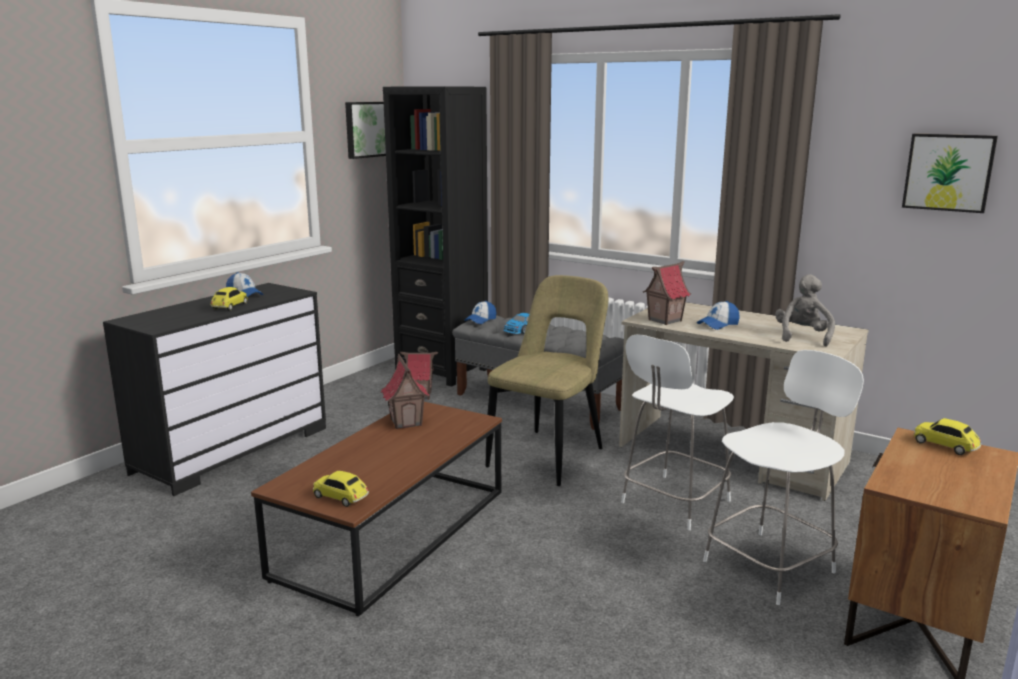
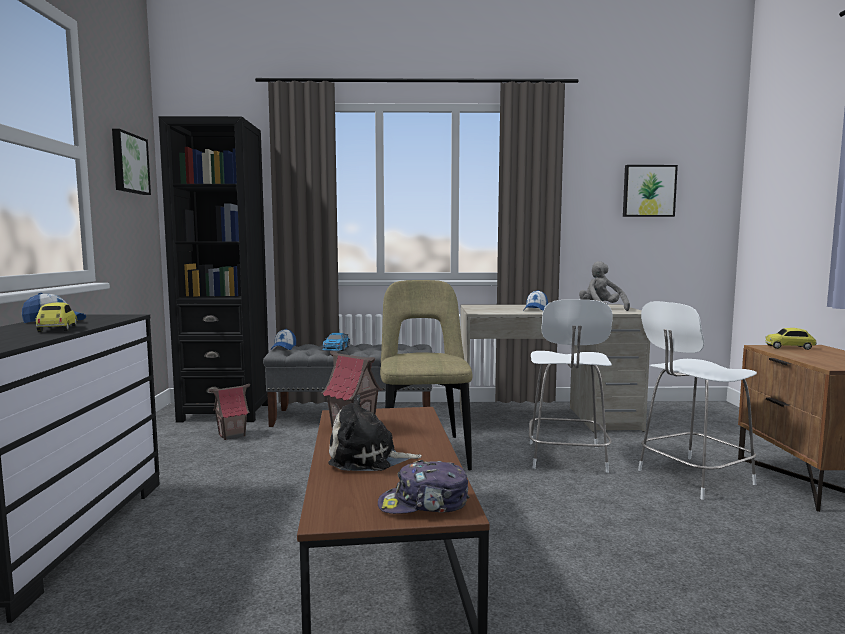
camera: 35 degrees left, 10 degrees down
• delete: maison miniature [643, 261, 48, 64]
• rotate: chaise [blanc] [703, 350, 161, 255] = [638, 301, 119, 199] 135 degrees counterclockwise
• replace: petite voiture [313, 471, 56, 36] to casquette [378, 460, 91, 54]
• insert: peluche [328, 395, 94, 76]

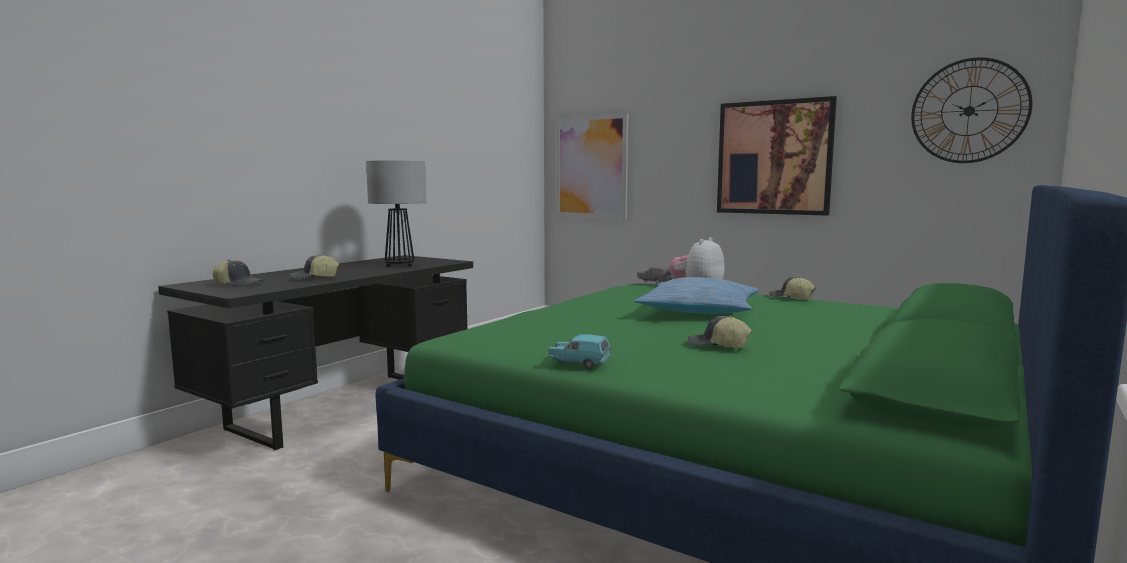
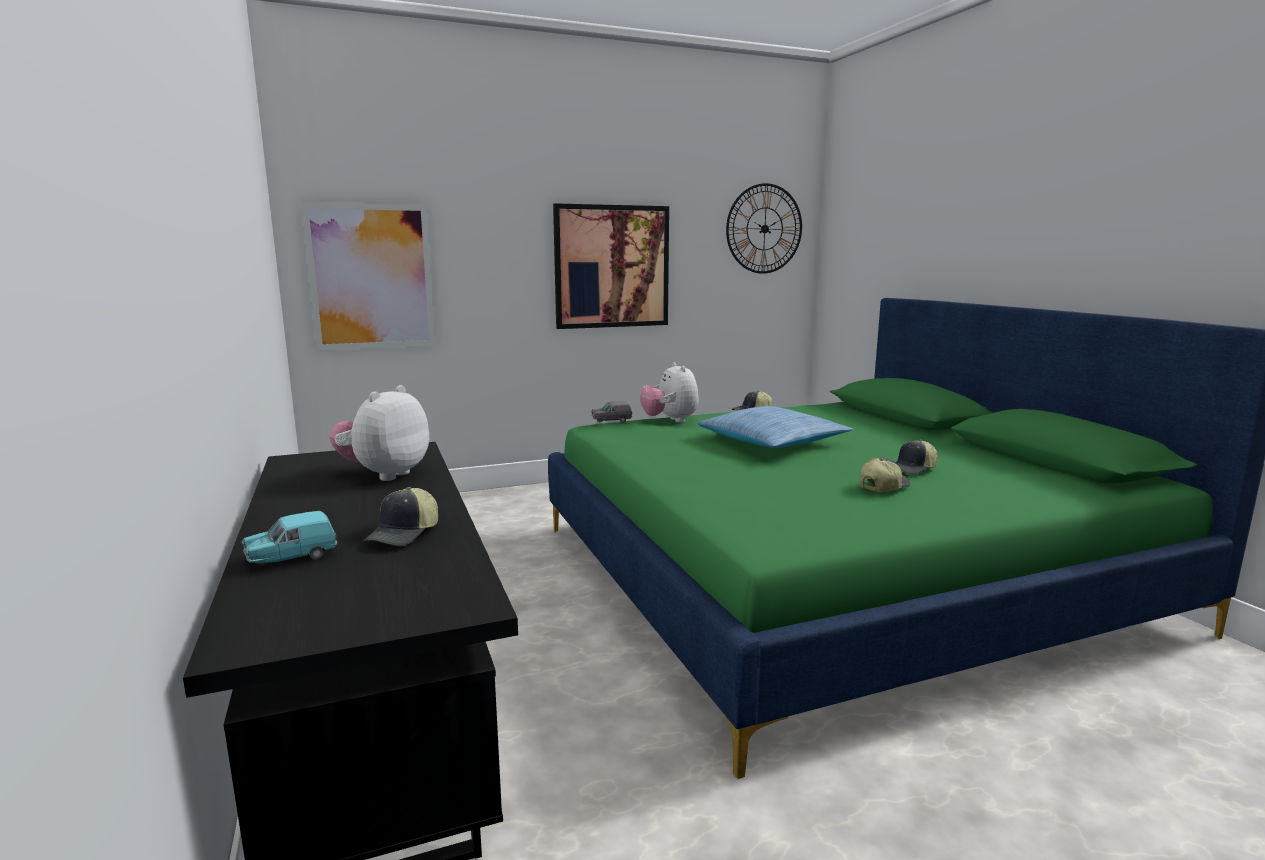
camera: 55 degrees left, 5 degrees up
• replace: lampe de table [366, 160, 60, 107] to peluche [329, 385, 100, 96]
• move: casquette [213, 260, 50, 27] to [860, 458, 50, 34]
• move: petite voiture [turquoise] [548, 334, 63, 35] to [242, 511, 95, 54]

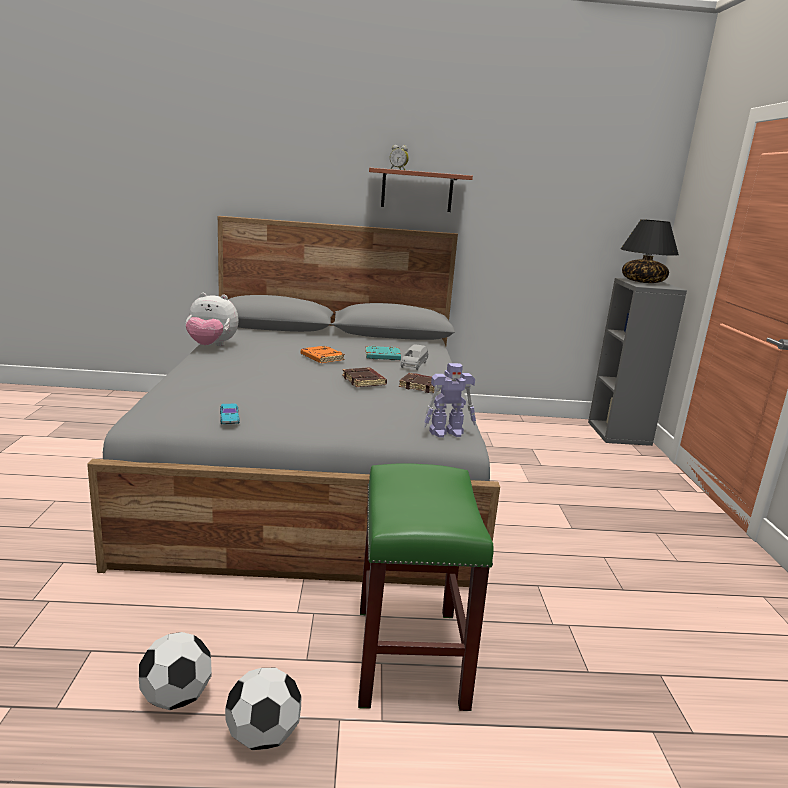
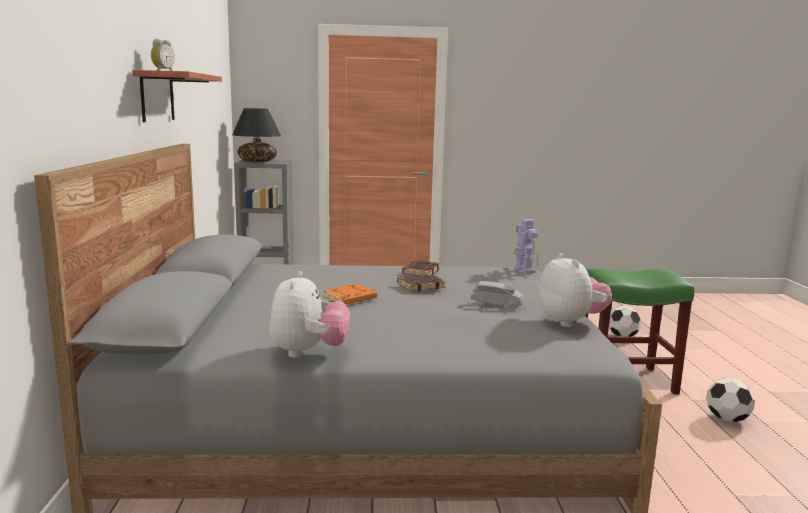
camera: 90 degrees left, 5 degrees down
• move: petite voiture [gris] [401, 344, 27, 26] to [471, 281, 53, 28]
• delete: livre [turquoise] [365, 346, 36, 14]
• replace: petite voiture [turquoise] [220, 404, 20, 20] to peluche [538, 253, 74, 74]
• move: ballon de foot [139, 632, 73, 78] to [609, 306, 32, 31]

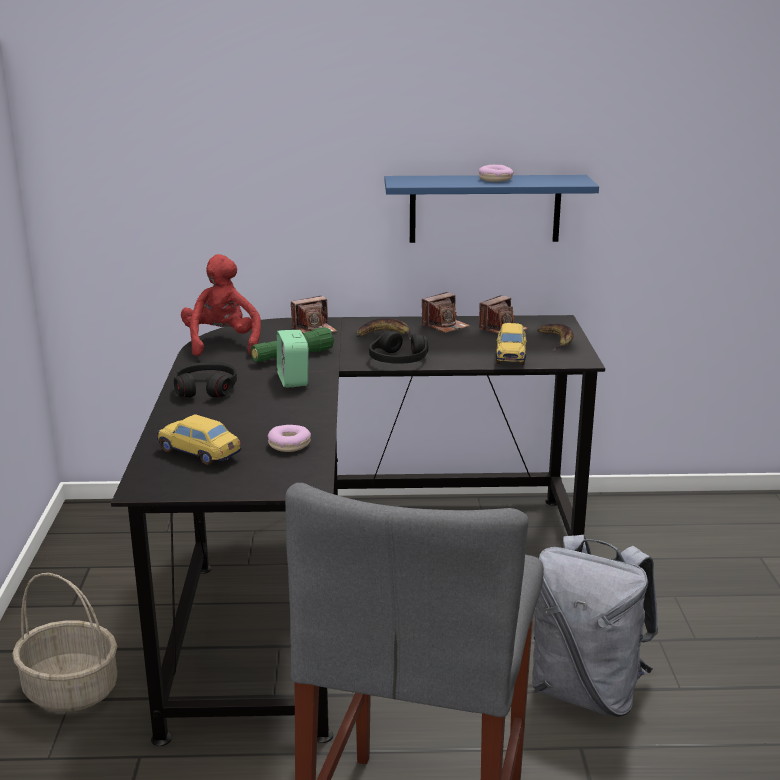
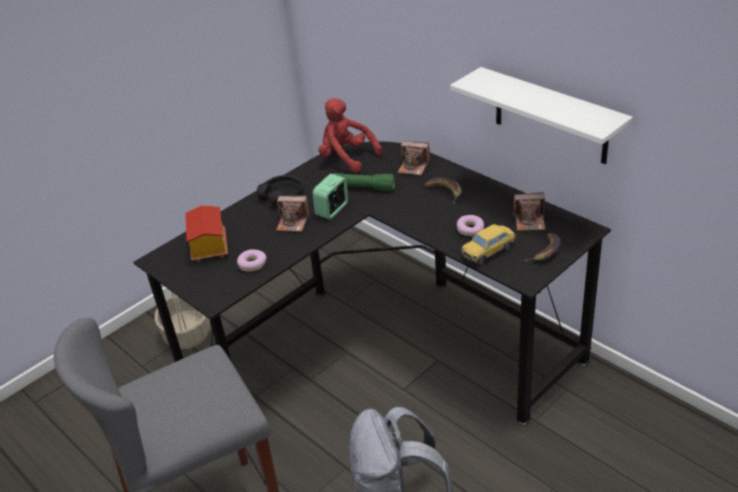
camera: 50 degrees right, 15 degrees up
• move: beignet [479, 165, 34, 17] to [457, 215, 27, 21]
• recolor: étagère [bleu] [385, 175, 214, 68] to étagère [blanc] [450, 67, 183, 97]
• rotate: peluche [rouge] [181, 254, 80, 102] = [319, 98, 64, 75] 90 degrees counterclockwise
• move: appareil photo [422, 292, 48, 41] to [276, 195, 34, 37]
• delete: casque audio [noir] [369, 331, 59, 33]
• replace: petite voiture [157, 414, 84, 51] to maison miniature [185, 205, 43, 57]

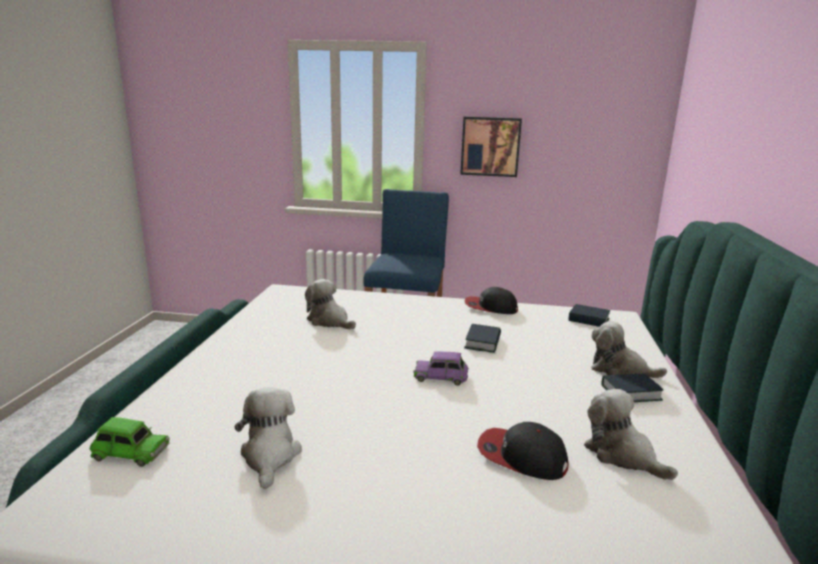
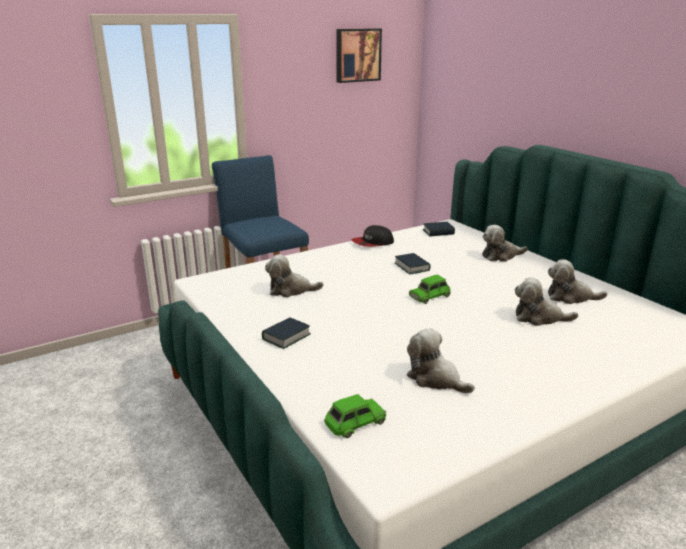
camera: 40 degrees left, 5 degrees up
• move: tableau [460, 117, 62, 60] to [336, 28, 46, 55]
• recolor: petite voiture [violet] [413, 351, 56, 35] to petite voiture [vert] [409, 275, 42, 29]
• move: livre [602, 373, 62, 29] to [262, 317, 49, 32]
• replace: casquette [477, 422, 91, 58] to peluche [514, 277, 64, 49]

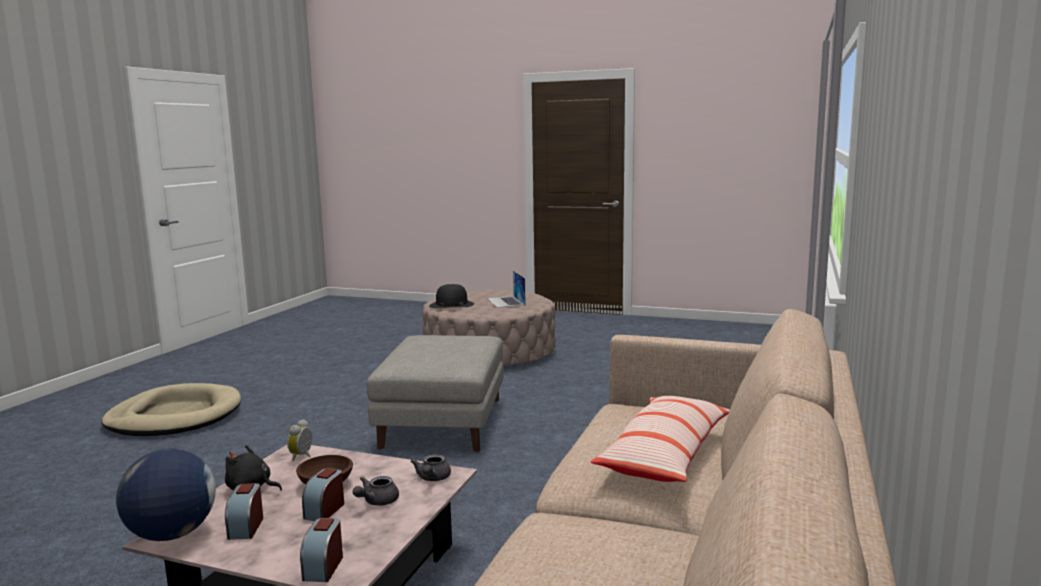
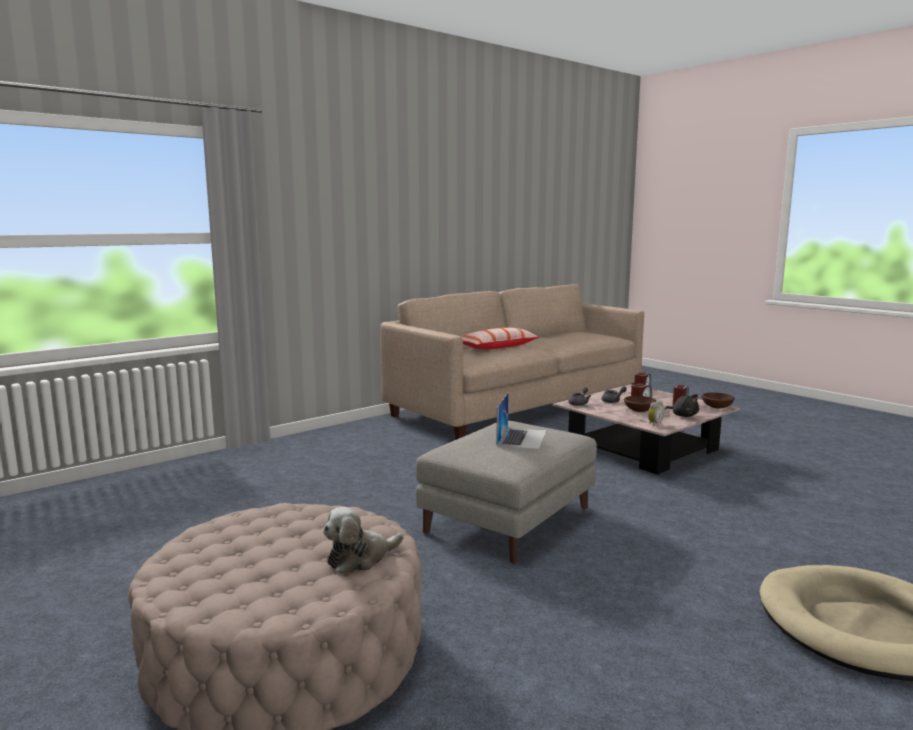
camera: 150 degrees left, 0 degrees up
• move: ordinateur portable [487, 271, 39, 37] to [496, 392, 51, 58]
• replace: chapeau [noir] [429, 284, 45, 24] to peluche [323, 507, 81, 67]
• replace: globe [116, 448, 100, 93] to bol [marron] [702, 392, 33, 17]

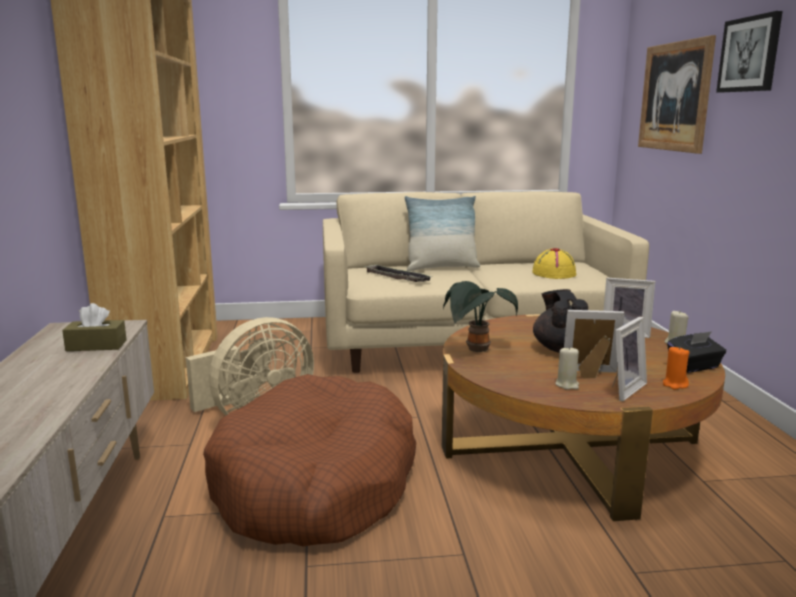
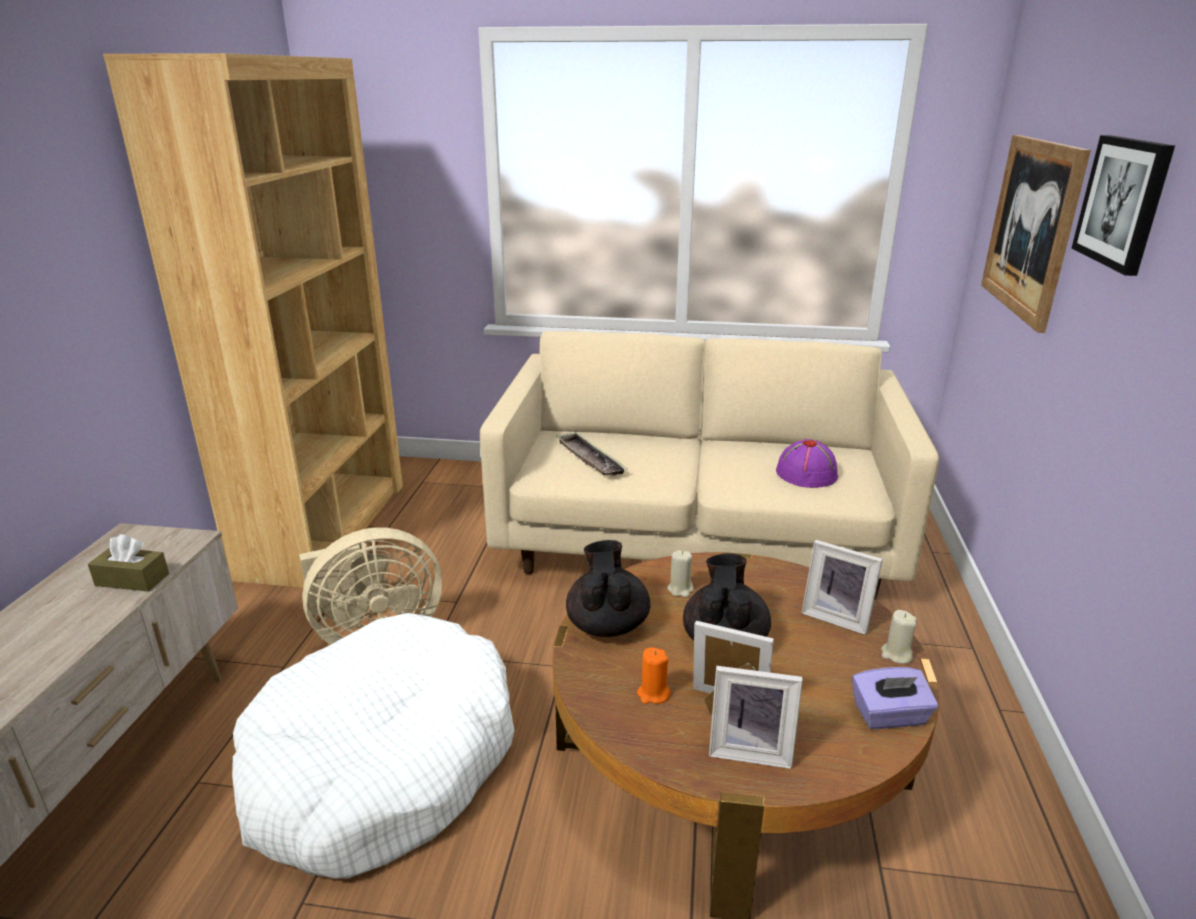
camera: 15 degrees right, 10 degrees up
• delete: coussin [404, 196, 76, 75]
• recolor: chapeau [jaune] [532, 248, 45, 31] to chapeau [violet] [776, 439, 62, 49]
• replace: plante en pot [443, 281, 75, 71] to théière [noir] [566, 540, 84, 97]
• rotate: cadre photo [612, 316, 35, 85] = [709, 666, 94, 103] 45 degrees clockwise
• recolor: boîte à mouchoirs [noir] [667, 331, 59, 42] to boîte à mouchoirs [violet] [852, 667, 86, 62]
• move: bougie [beige] [555, 346, 24, 44] to [667, 550, 27, 47]
• move: bougie [orange] [663, 346, 26, 44] to [637, 648, 34, 56]
• recolor: panier pour chien [marron] [203, 374, 213, 172] to panier pour chien [blanc] [232, 613, 282, 266]

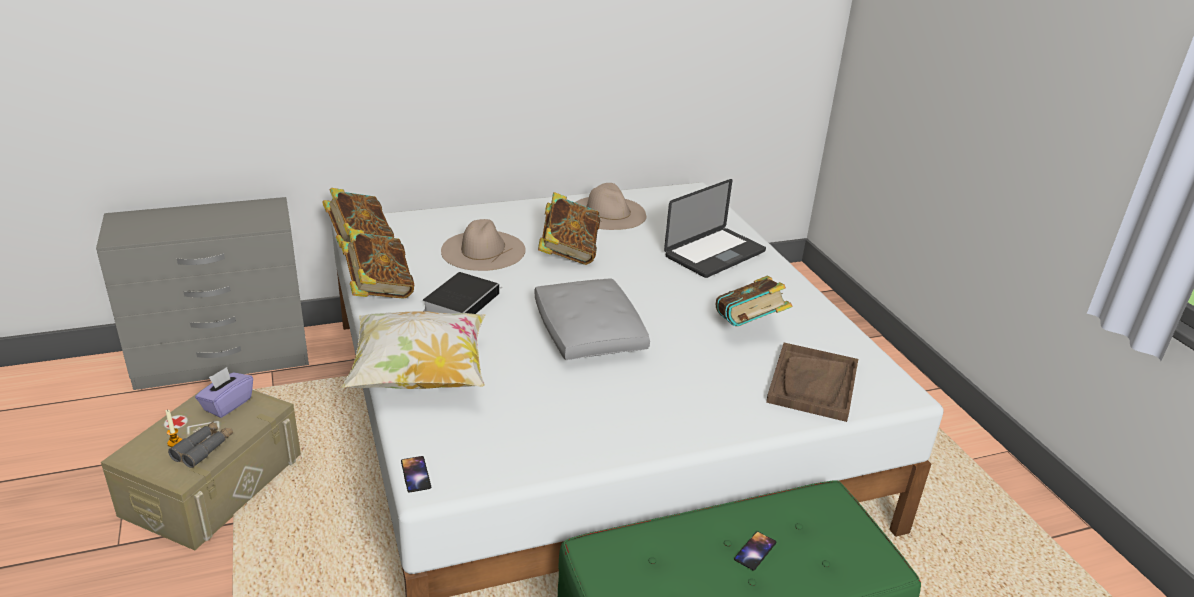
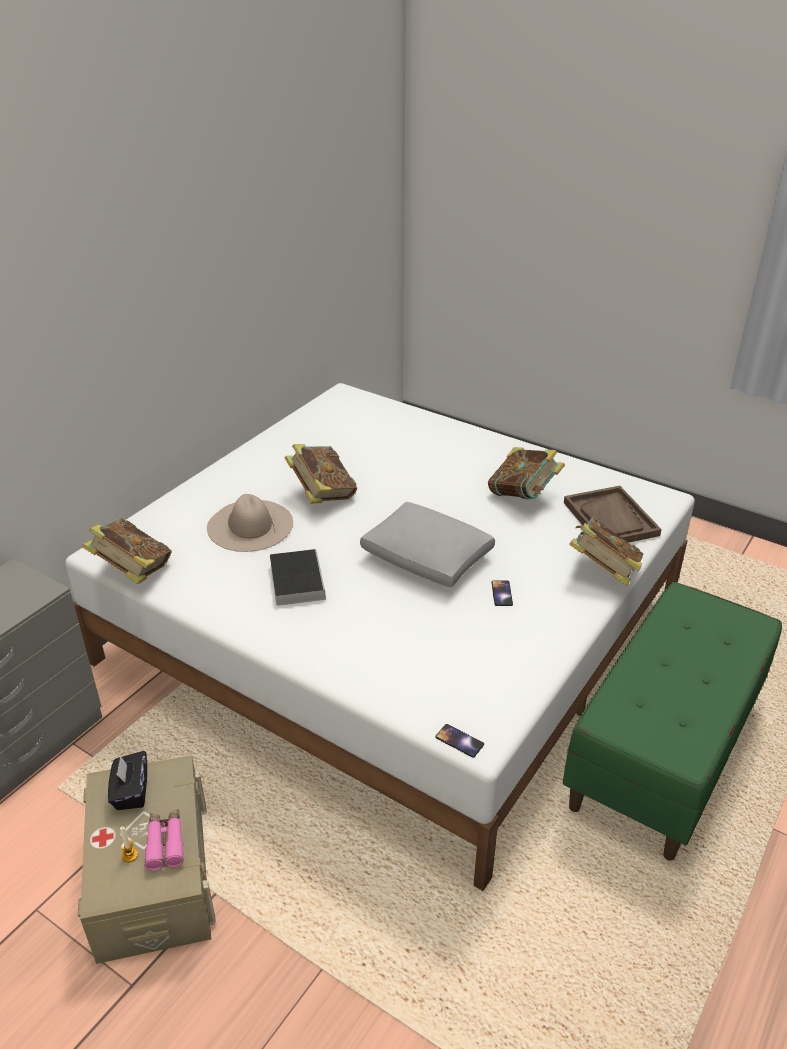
camera: 35 degrees left, 5 degrees up
• delete: ordinateur portable [664, 179, 102, 99]
• delete: chapeau [beige] [575, 183, 71, 47]
• move: livre [341, 229, 73, 70] to [569, 517, 74, 69]
• delete: coussin [341, 311, 144, 78]
• recolor: boîte à mouchoirs [violet] [195, 367, 58, 51] to boîte à mouchoirs [noir] [108, 751, 39, 59]
• recolor: jumelles [gris] [168, 421, 65, 47] to jumelles [rose] [145, 809, 39, 62]
• move: téléphone [734, 531, 42, 39] to [492, 581, 21, 25]

